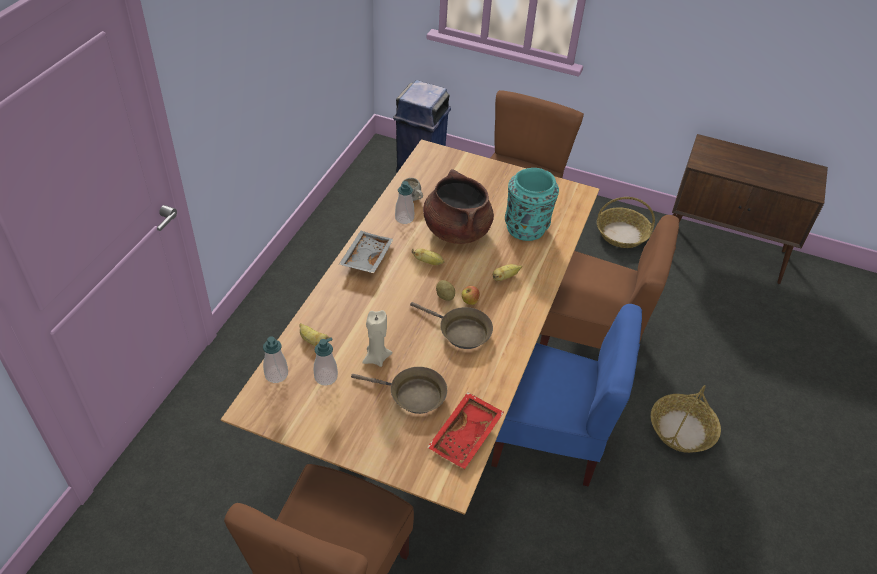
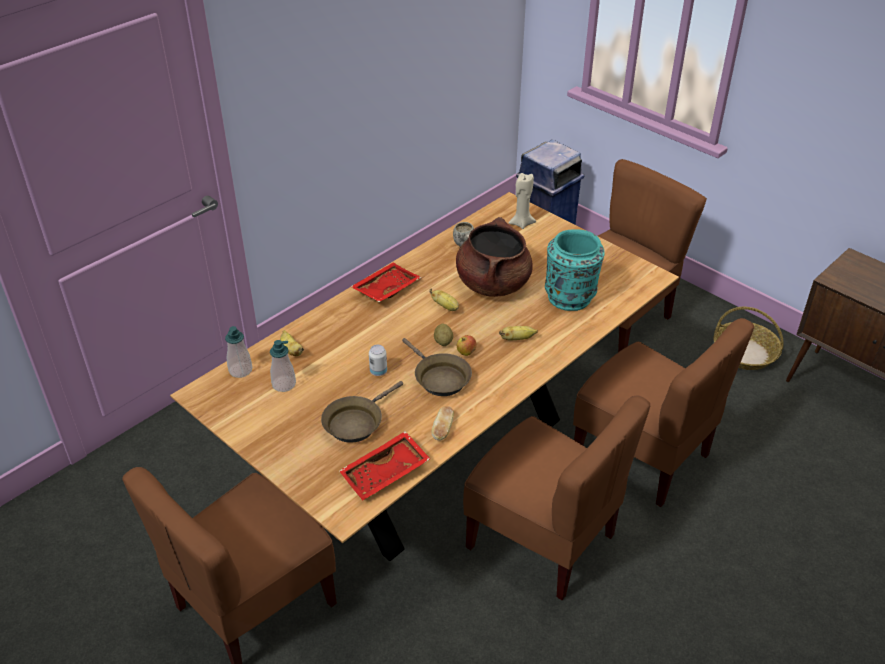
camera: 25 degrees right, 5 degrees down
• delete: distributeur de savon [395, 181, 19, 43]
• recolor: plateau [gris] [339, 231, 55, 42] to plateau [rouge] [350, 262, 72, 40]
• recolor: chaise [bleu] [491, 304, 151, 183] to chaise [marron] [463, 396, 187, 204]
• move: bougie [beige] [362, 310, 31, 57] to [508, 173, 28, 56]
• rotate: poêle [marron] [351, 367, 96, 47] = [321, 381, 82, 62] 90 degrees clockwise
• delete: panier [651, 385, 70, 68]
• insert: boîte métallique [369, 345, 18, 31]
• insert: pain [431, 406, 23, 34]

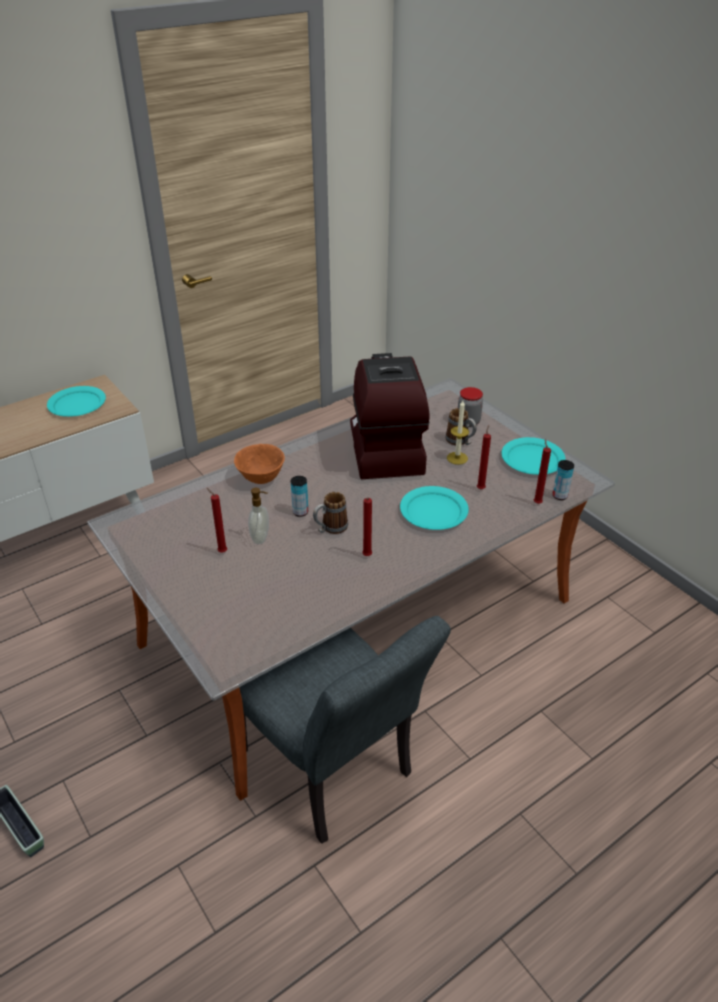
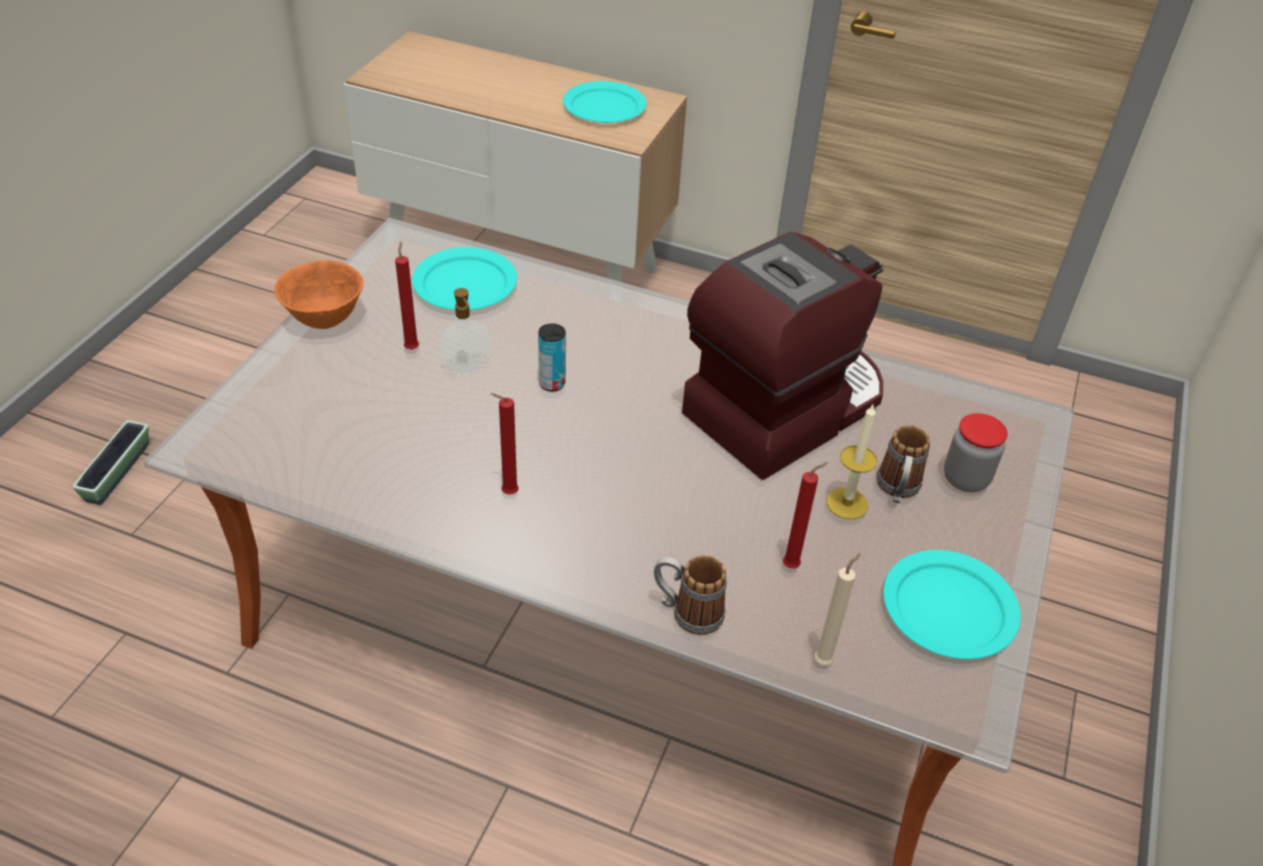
camera: 55 degrees right, 5 degrees up
• recolor: bougie [rouge] [534, 439, 17, 65] to bougie [beige] [815, 553, 46, 112]
• move: bol [orange] [234, 444, 51, 40] to [274, 260, 90, 69]
• delete: boîte métallique [553, 460, 21, 40]
• move: assiette [turquoise] [400, 486, 69, 44] to [412, 247, 105, 63]
• move: mug [313, 492, 35, 42] to [654, 555, 73, 80]
• delete: chaise [gris] [239, 616, 212, 228]

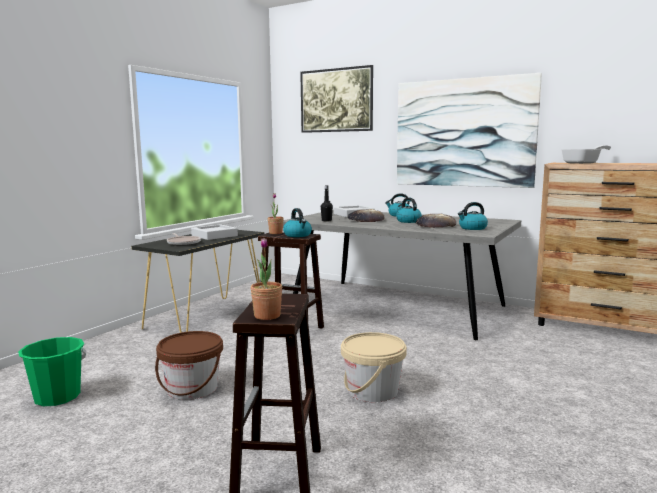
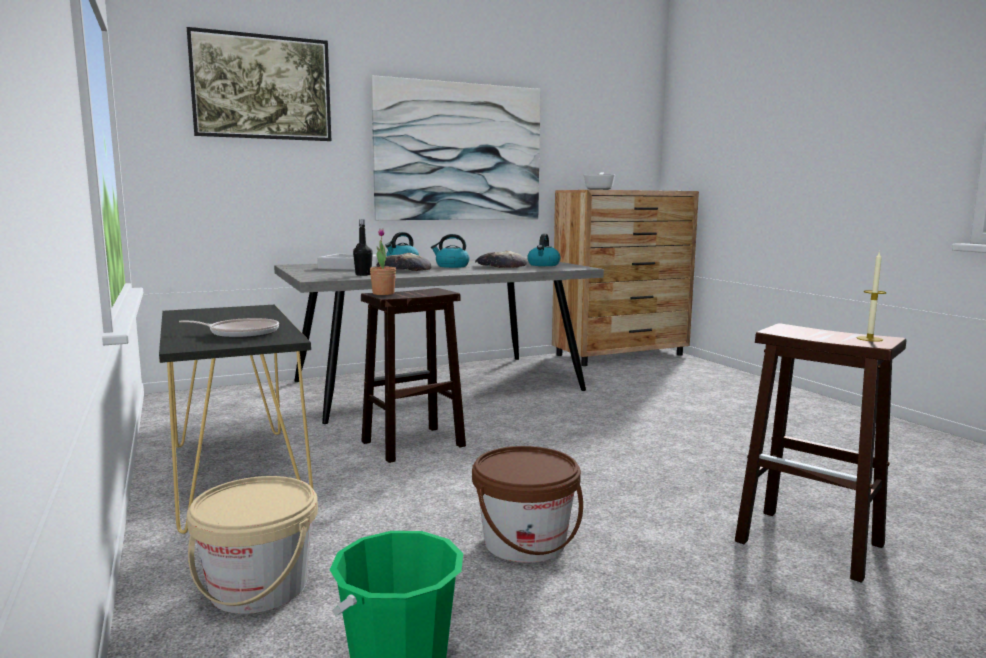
camera: 55 degrees left, 0 degrees up
• delete: bouilloire [283, 208, 29, 29]
• delete: plateau [gris] [191, 224, 47, 16]
• replace: plante en pot [250, 238, 32, 82] to bougie [857, 251, 30, 91]
• move: seau [beige] [341, 332, 66, 70] to [187, 476, 131, 138]

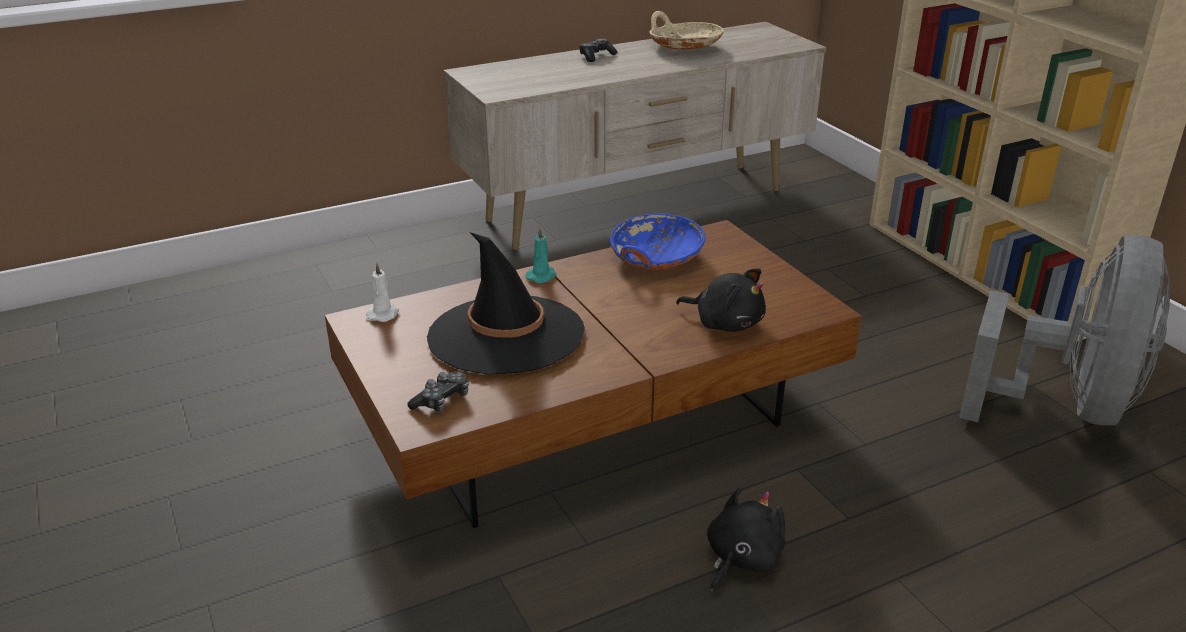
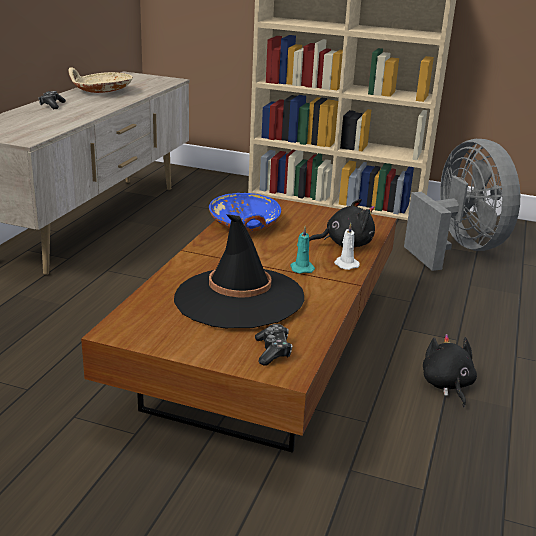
camera: 45 degrees left, 5 degrees down
• move: bougie [turquoise] [525, 227, 32, 56] to [290, 227, 25, 47]
• move: bougie [blanc] [366, 263, 33, 59] to [334, 223, 26, 47]

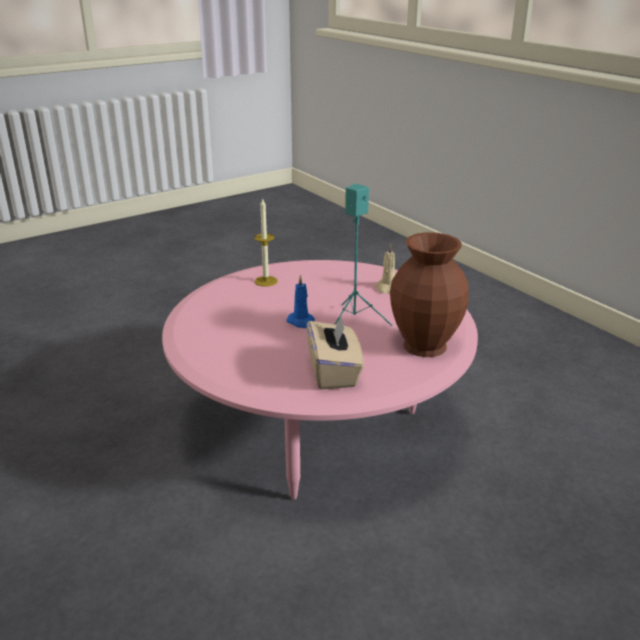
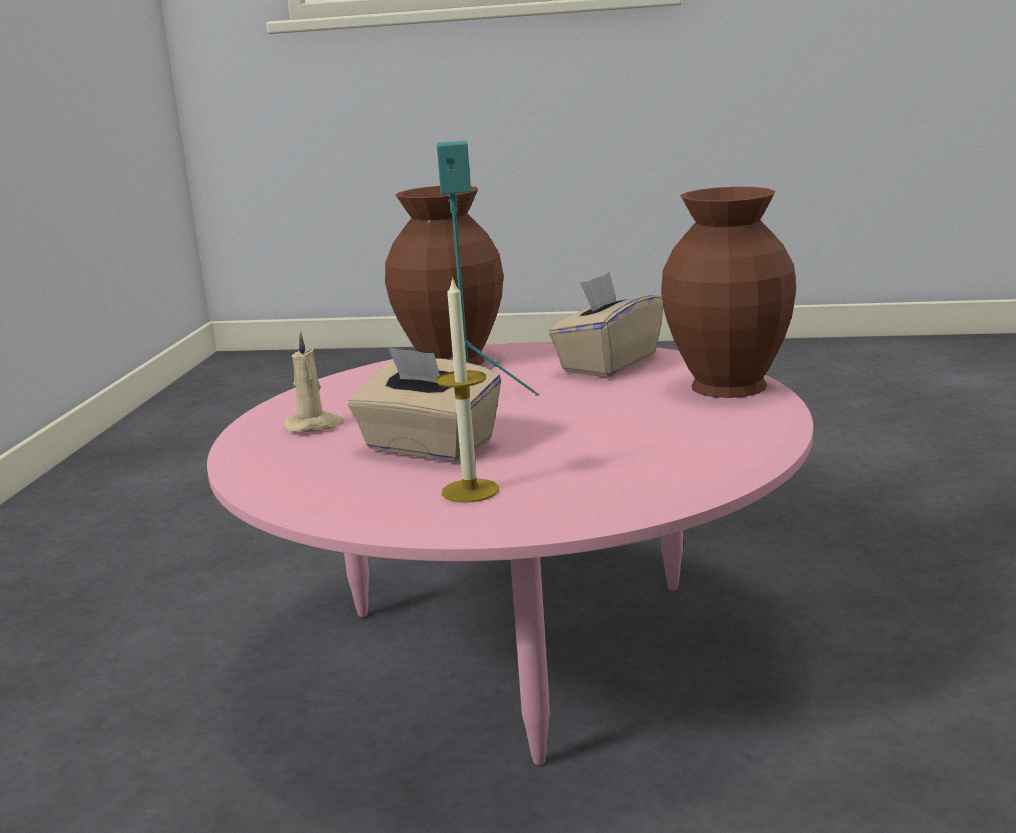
camera: 135 degrees left, 10 degrees down
• delete: bougie [bleu] [286, 275, 29, 53]
• insert: vase [marron] [661, 187, 136, 211]
• insert: boîte à mouchoirs [beige] [348, 346, 153, 115]

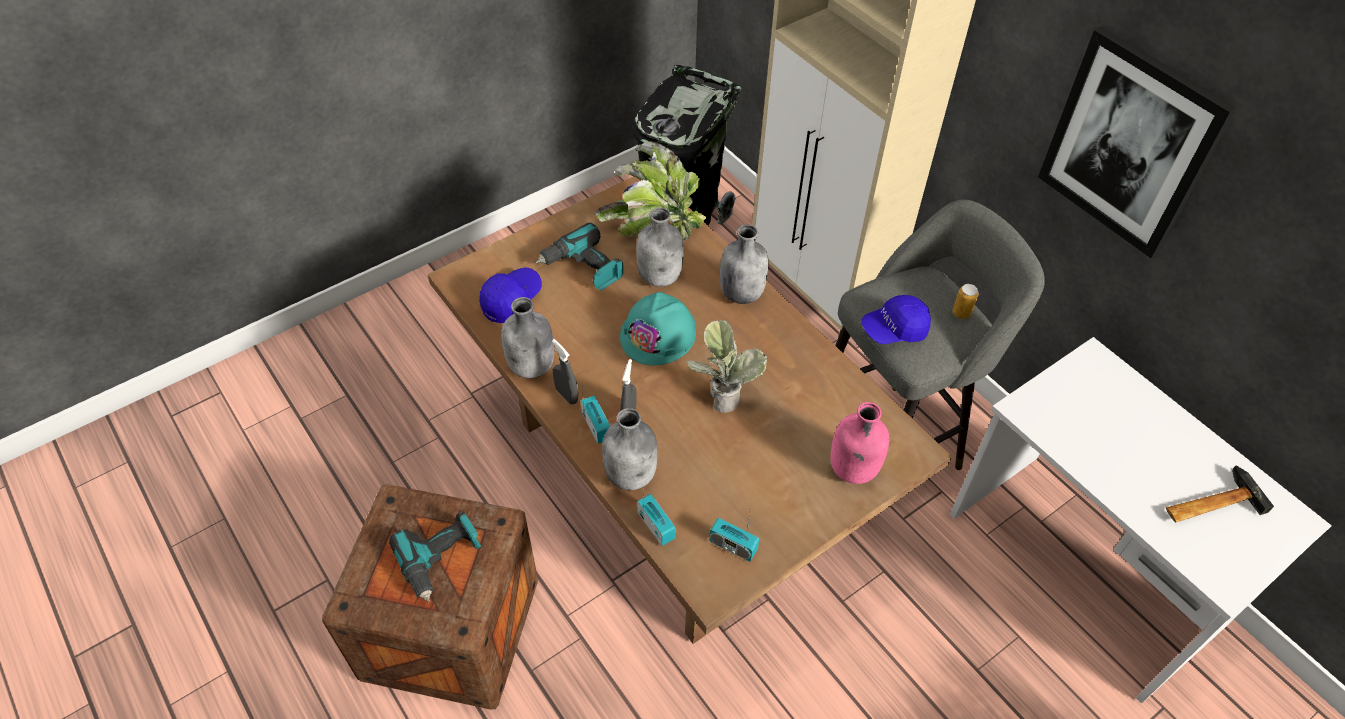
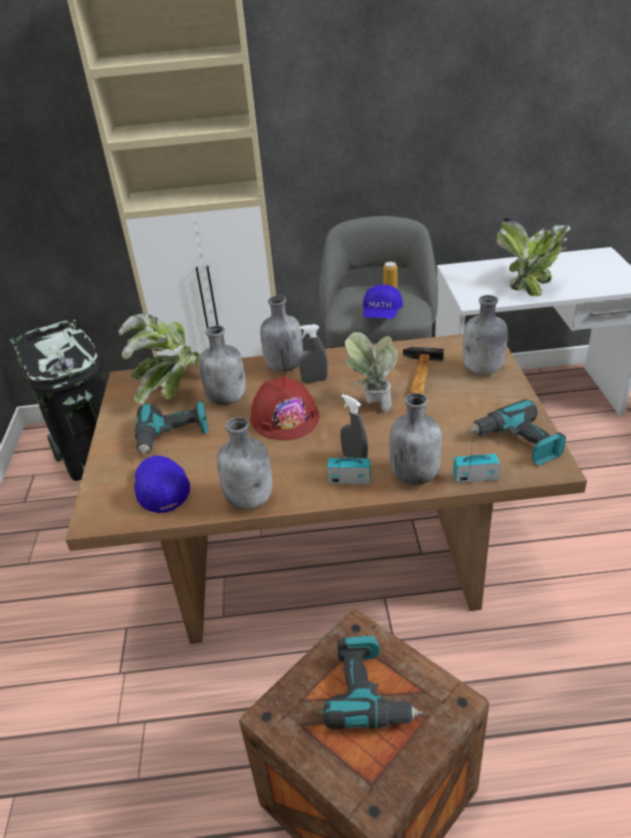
camera: 55 degrees left, 15 degrees down
• delete: tableau [1038, 26, 199, 232]
• recolor: casque de chantier [turquoise] [620, 292, 76, 73] to casque de chantier [rouge] [250, 376, 69, 64]
• move: vaporisateur [gris] [552, 339, 26, 65] to [299, 324, 29, 59]
• recolor: bouteille [rose] [830, 402, 59, 82] to bouteille [gris] [463, 295, 45, 79]
• move: marteau [1166, 465, 108, 57] to [403, 347, 41, 47]
• replace: radio [709, 513, 50, 49] to perceuse [468, 399, 98, 67]
• insert: plante en pot [497, 218, 74, 79]

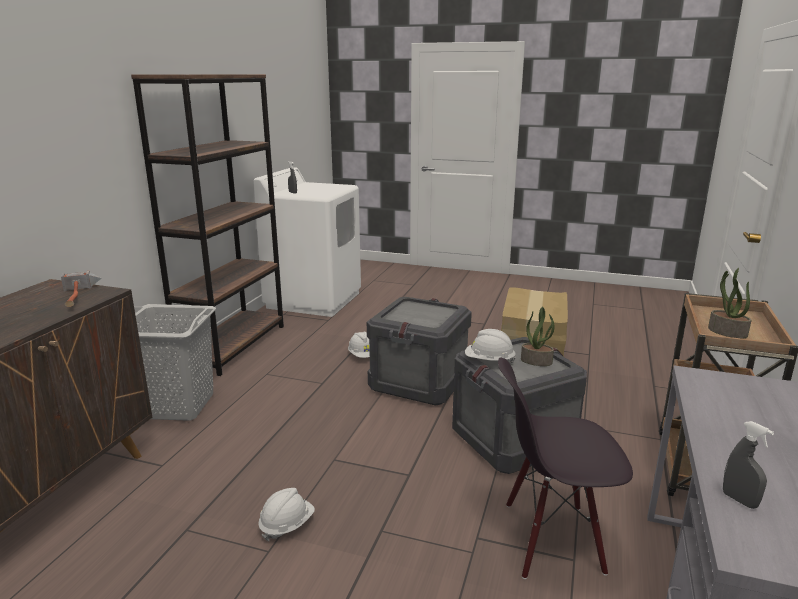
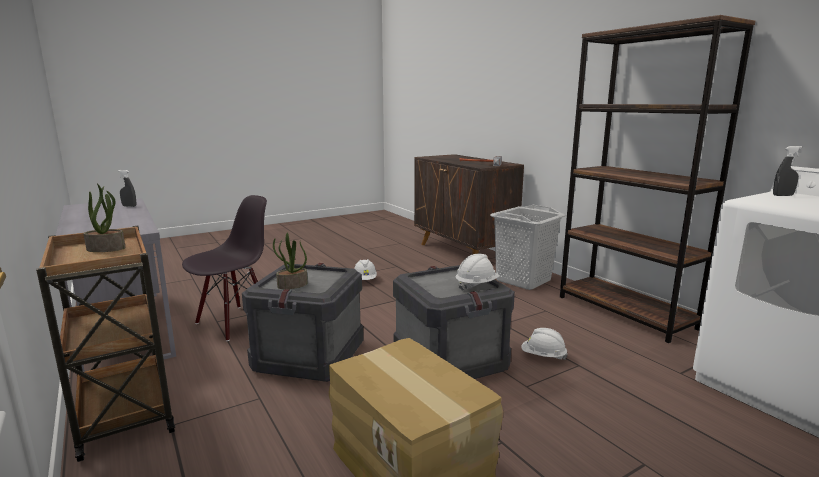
camera: 130 degrees right, 5 degrees down
• move: casque de chantier [blanc] [465, 329, 51, 34] to [456, 254, 44, 37]

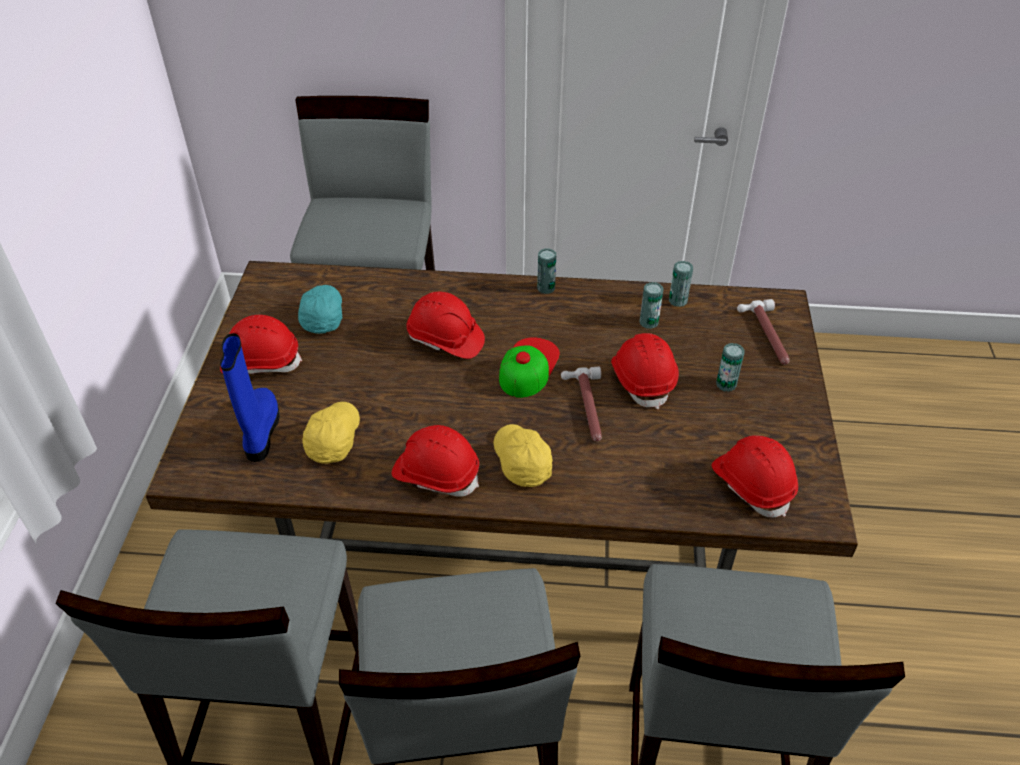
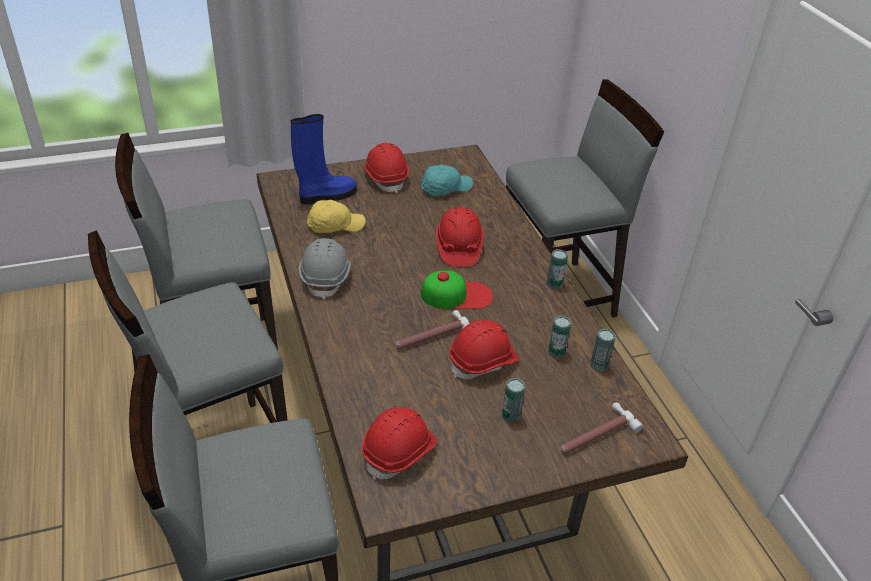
camera: 65 degrees right, 5 degrees down
• delete: casquette [jaune] [494, 424, 59, 63]
• recolor: casque de chantier [rouge] [391, 425, 88, 72] to casque de chantier [gris] [299, 238, 52, 62]

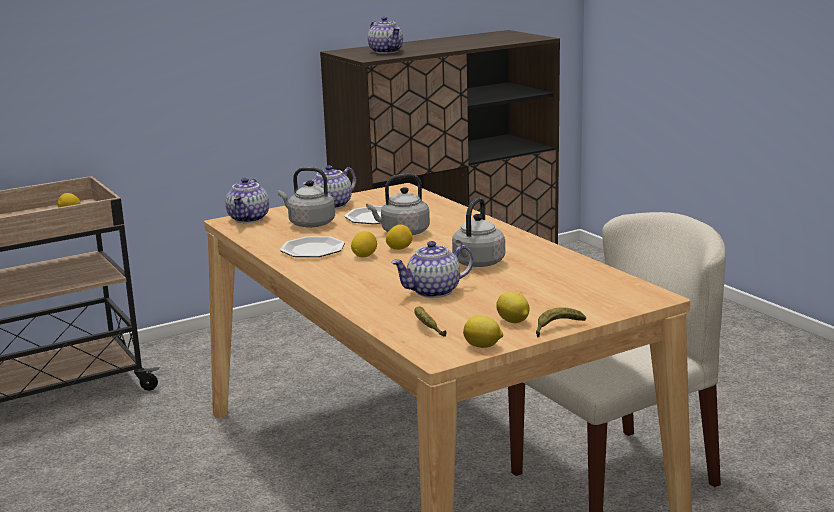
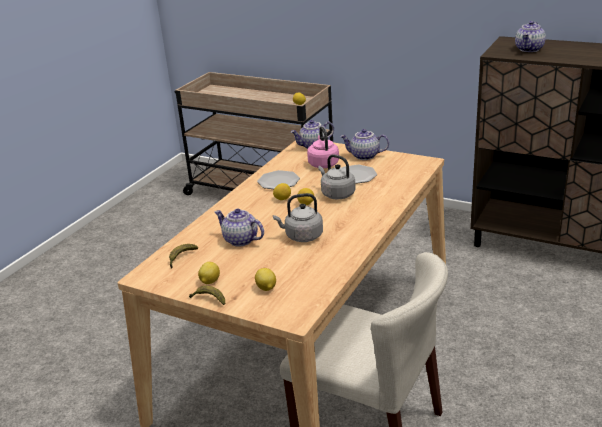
camera: 60 degrees right, 10 degrees up
• recolor: bouilloire [gris] [278, 167, 57, 61] to bouilloire [rose] [307, 127, 32, 41]
• move: citron [463, 315, 40, 33] to [255, 268, 21, 23]

